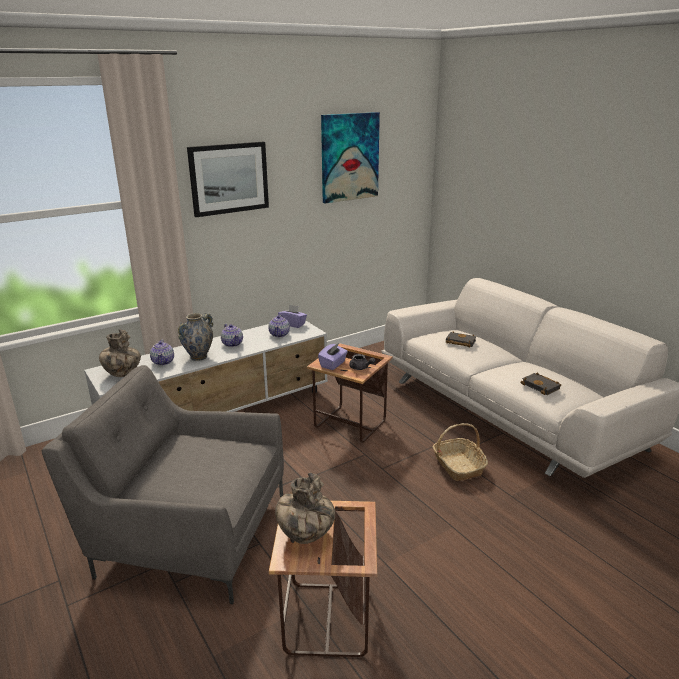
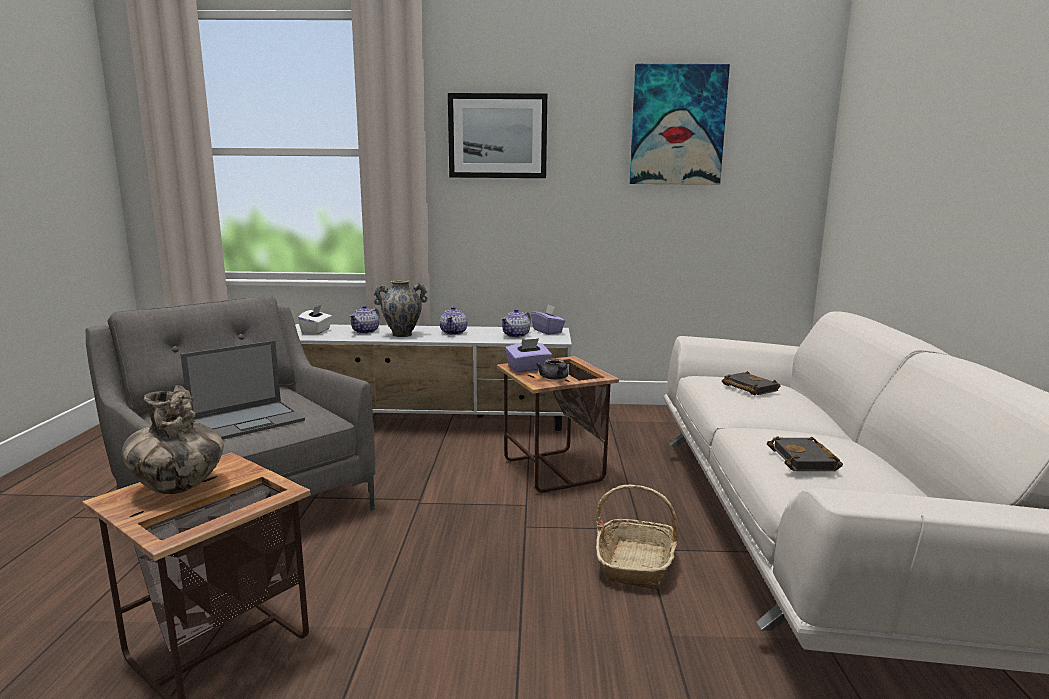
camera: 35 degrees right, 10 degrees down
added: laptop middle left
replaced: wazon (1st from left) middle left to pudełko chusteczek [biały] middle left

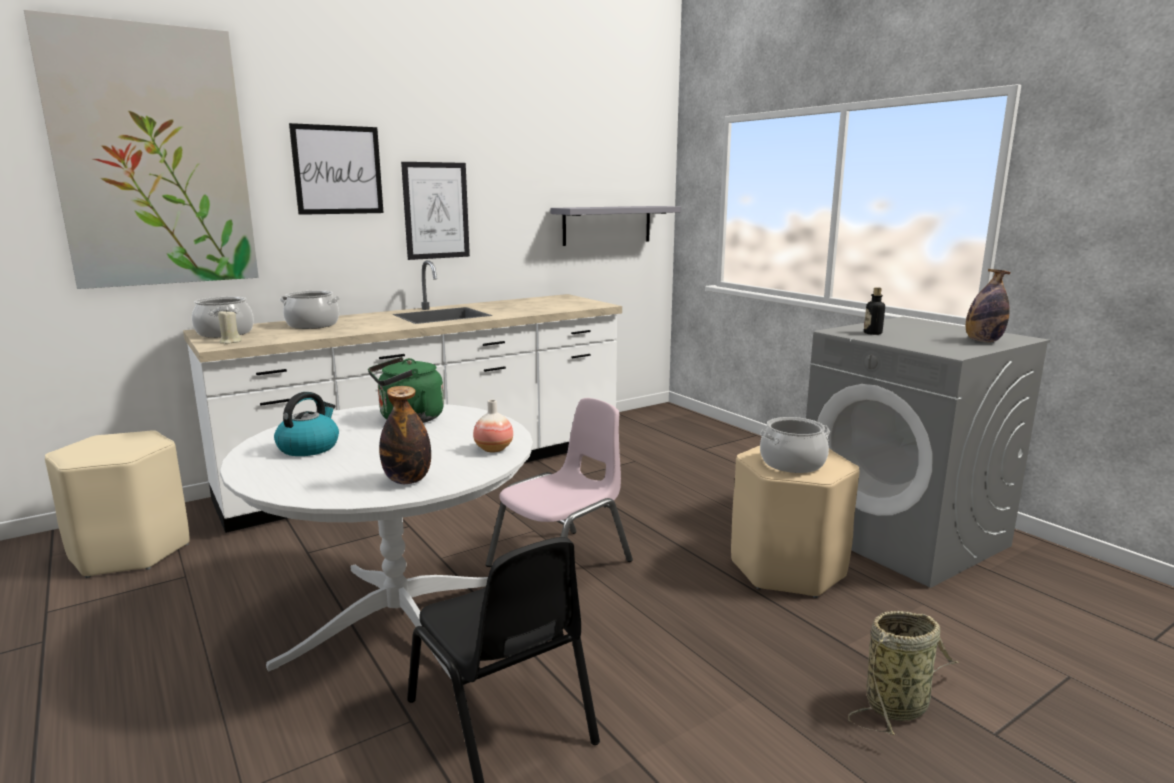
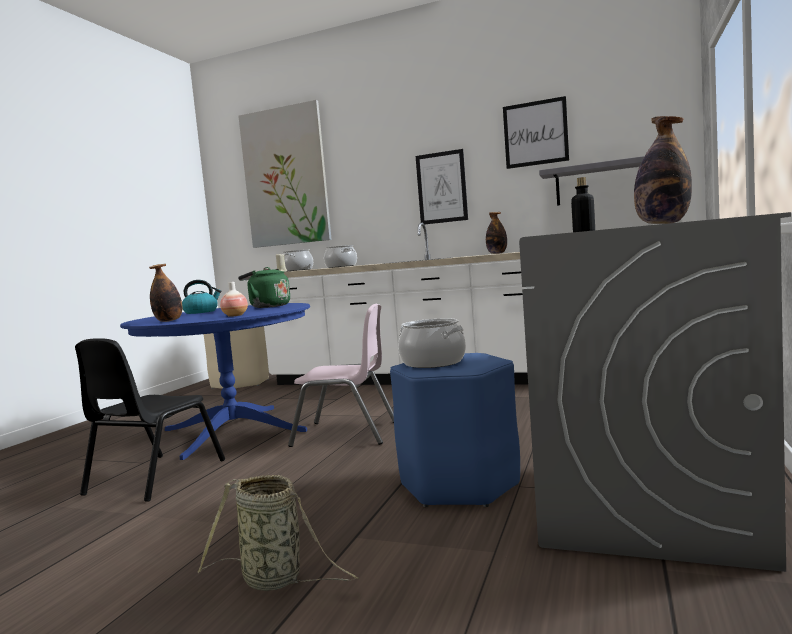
camera: 55 degrees right, 10 degrees down
added: butelka (2nd from left) centre
moved: obraz (2nd from left in the first image) top left to obraz (3rd from left) top right
recoloured: stół jadalny [biały] bottom left to stół jadalny [niebieski] middle left; stołek [beżowy] (2nd from left) bottom right to stołek [niebieski] bottom centre

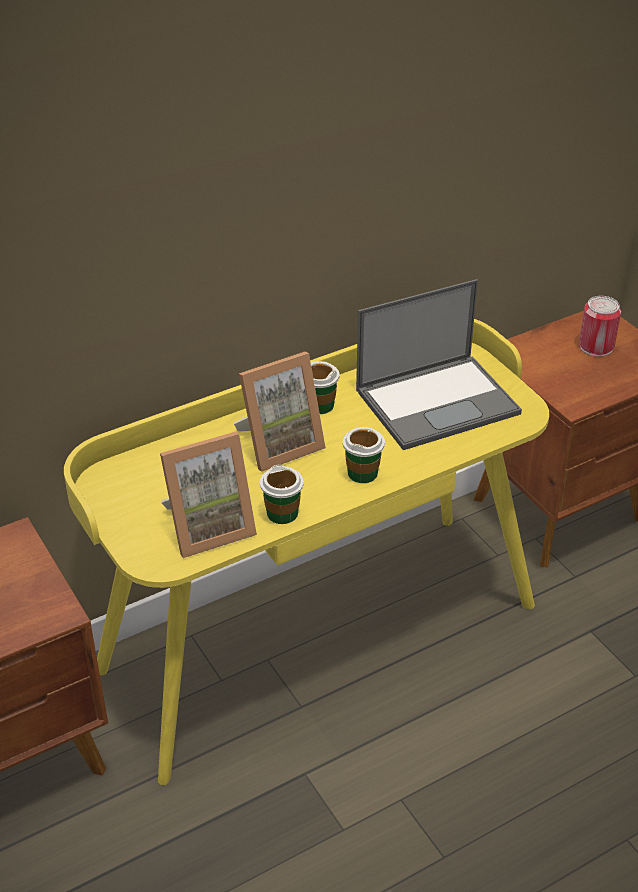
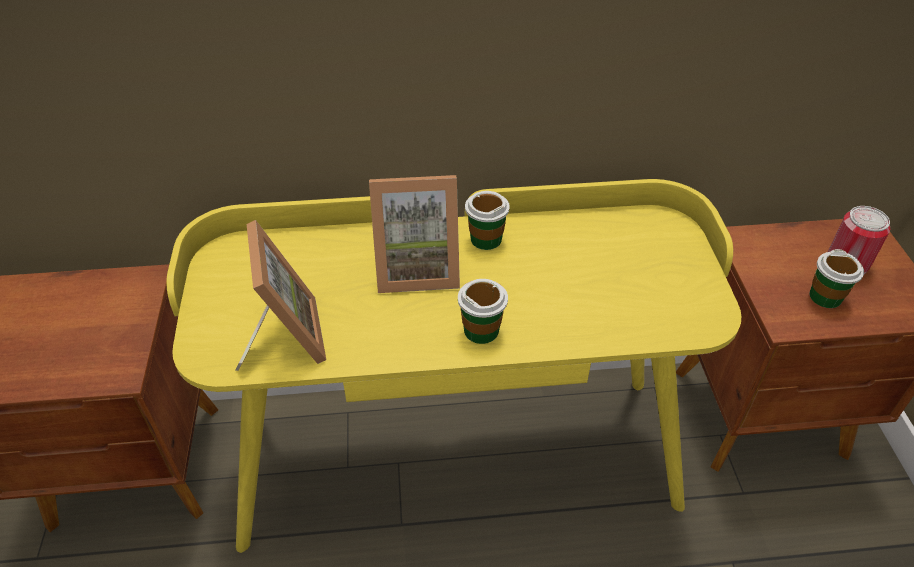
camera: 25 degrees right, 5 degrees up
removed: laptop middle right
moved: filiżanka (1st from left in the first image) centre to filiżanka (3rd from left) middle right
turned: ramka na zdjęcie (1st from left) middle left = middle left 105 degrees counterclockwise

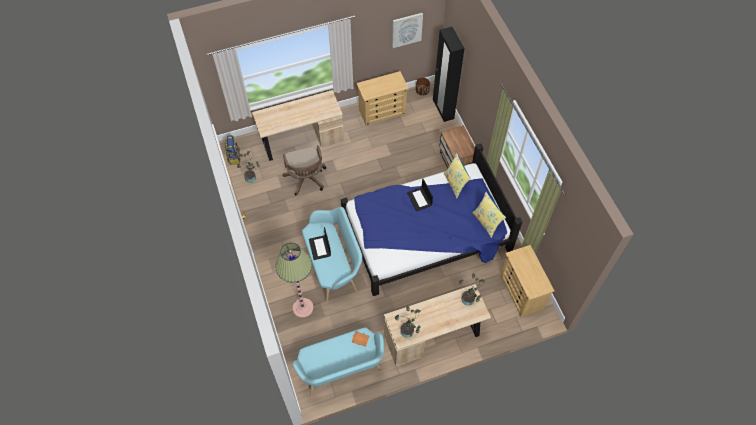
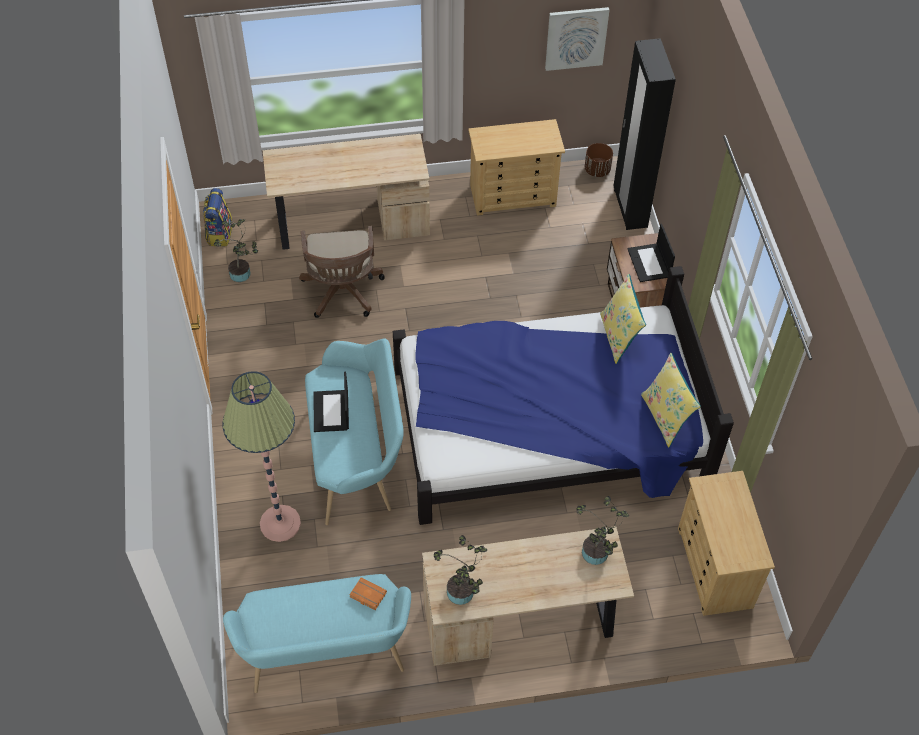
camera: 10 degrees right, 5 degrees down
moved: laptop (2nd from left) centre to middle right

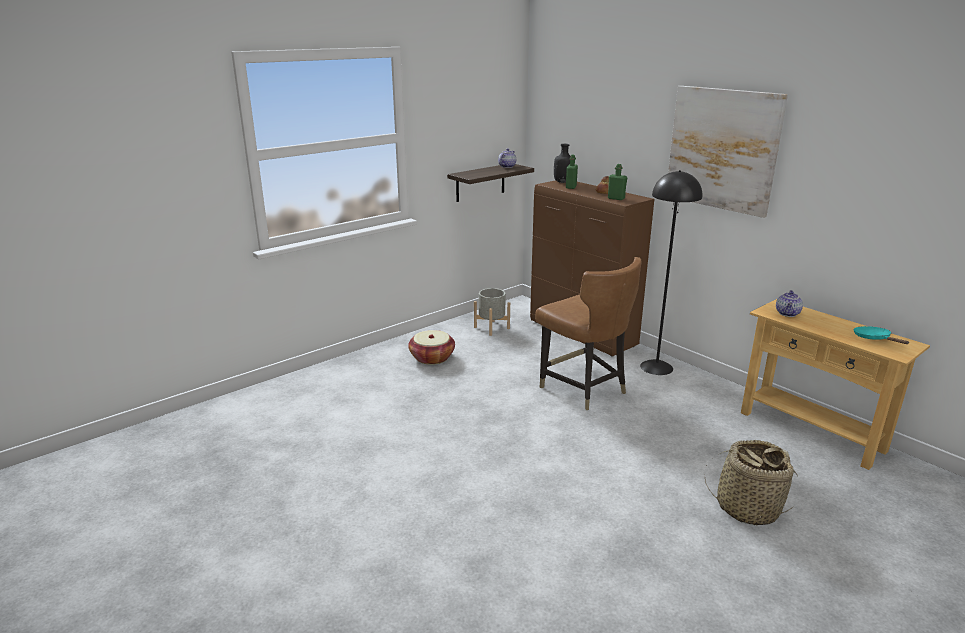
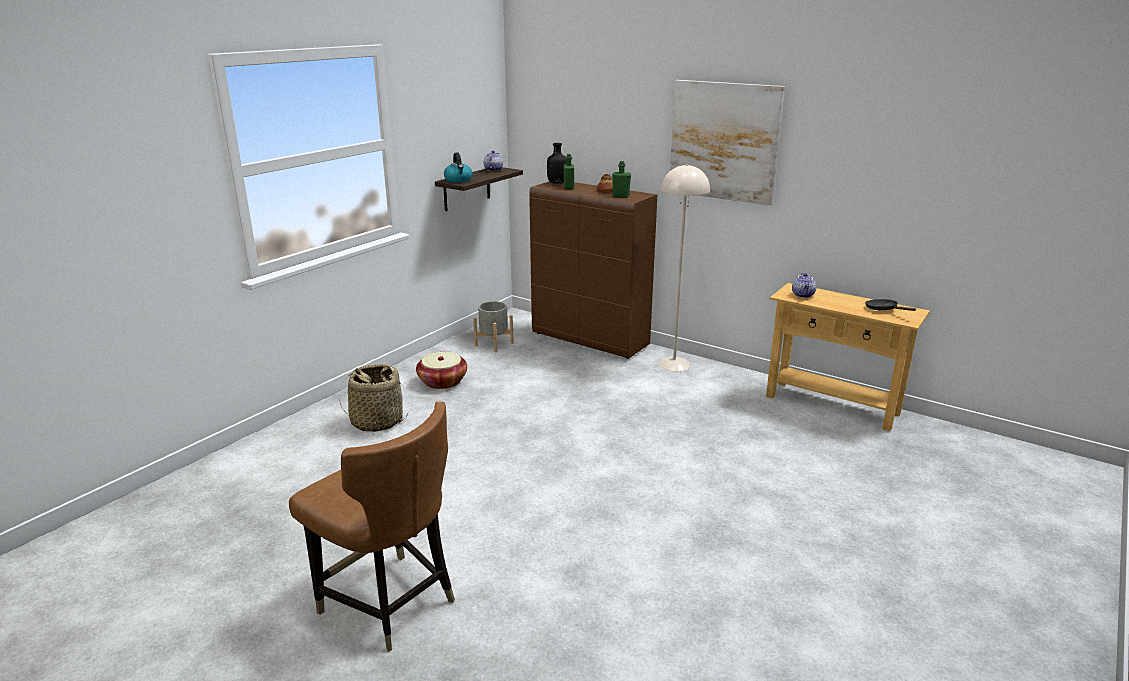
camera: 15 degrees left, 0 degrees up
added: czajnik top centre
moved: krzesło [brązowy] centre to bottom left; koszyk (2nd from left in the first image) bottom right to koszyk (1st from left) middle left
recoloured: lampa stojąca [czarny] middle right to lampa stojąca [beżowy] centre; patelnia [turkusowy] middle right to patelnia [czarny] middle right

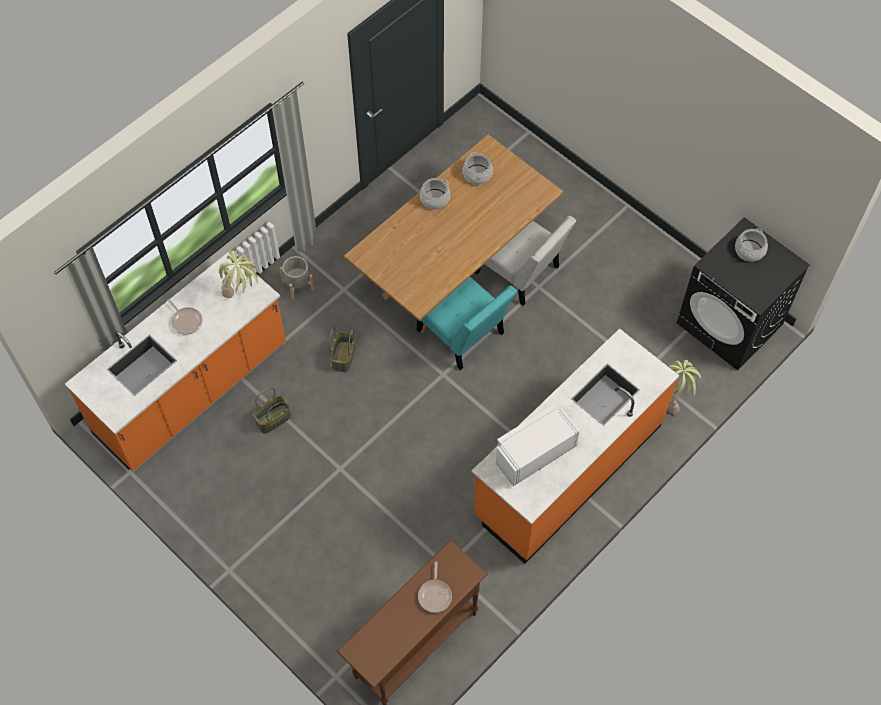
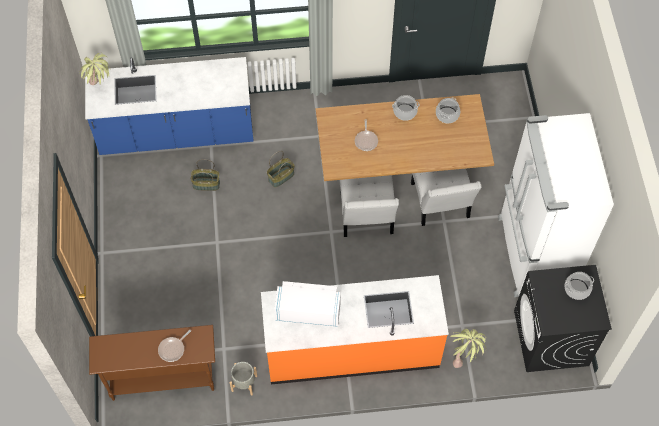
camera: 40 degrees right, 0 degrees up
added: lodówka [biały] middle right
moved: roślina doniczkowa (1st from left) middle left to top left; donica [szary] centre to bottom centre; patelnia (1st from left in the first image) middle left to patelnia (2nd from left) top centre
recoloured: zabudowa kuchenna [pomarańczowy] (1st from left) middle left to zabudowa kuchenna [niebieski] top left; krzesło [turkusowy] centre to krzesło [biały] (1st from left) centre

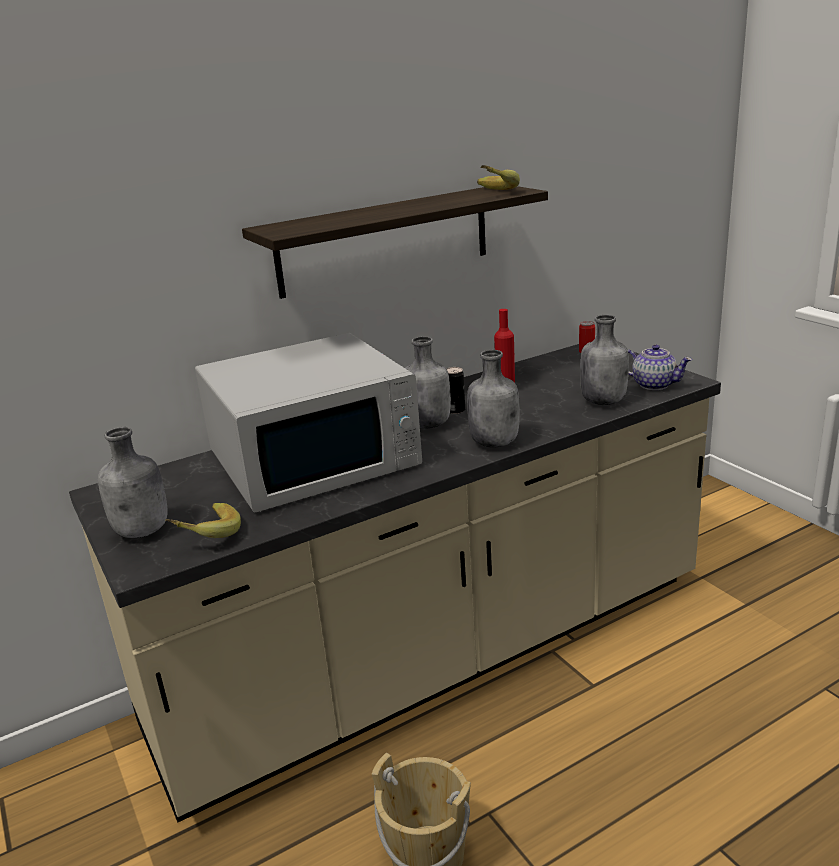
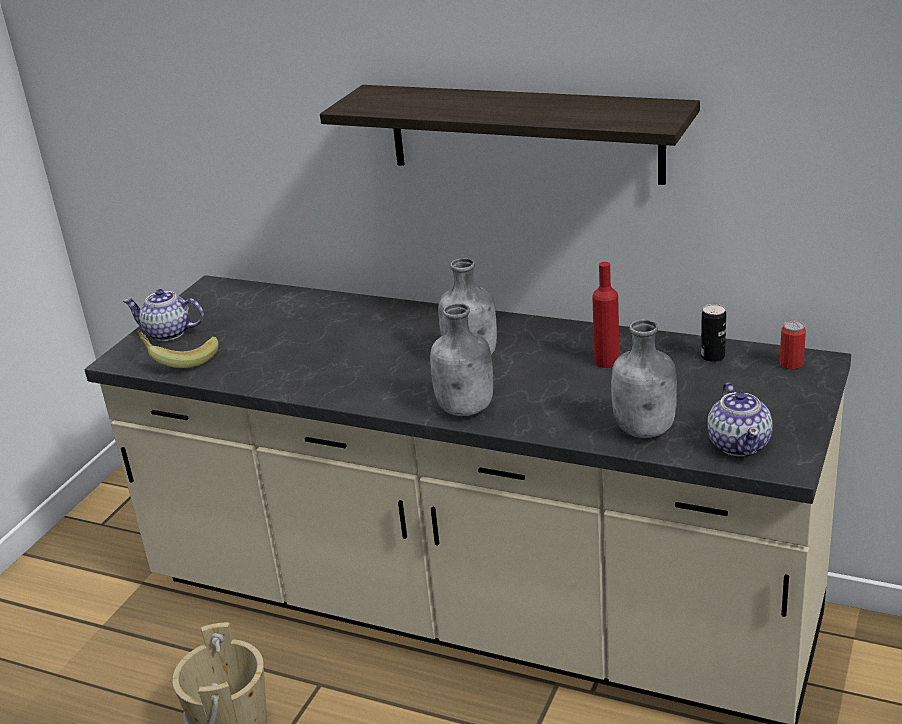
camera: 55 degrees right, 5 degrees up
removed: mikrofalówka [biały] centre; banan (2nd from left) top centre
moved: puszka (1st from left) centre to middle right
replaced: butelka [szary] (1st from left) middle left to imbryk (1st from left) middle left

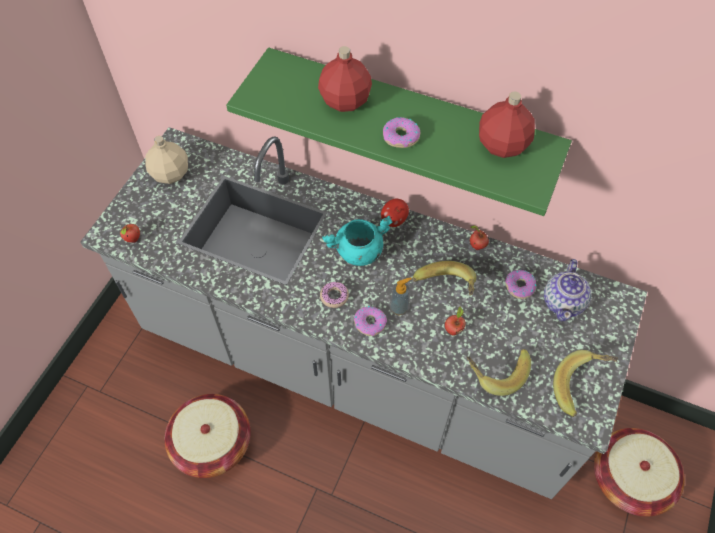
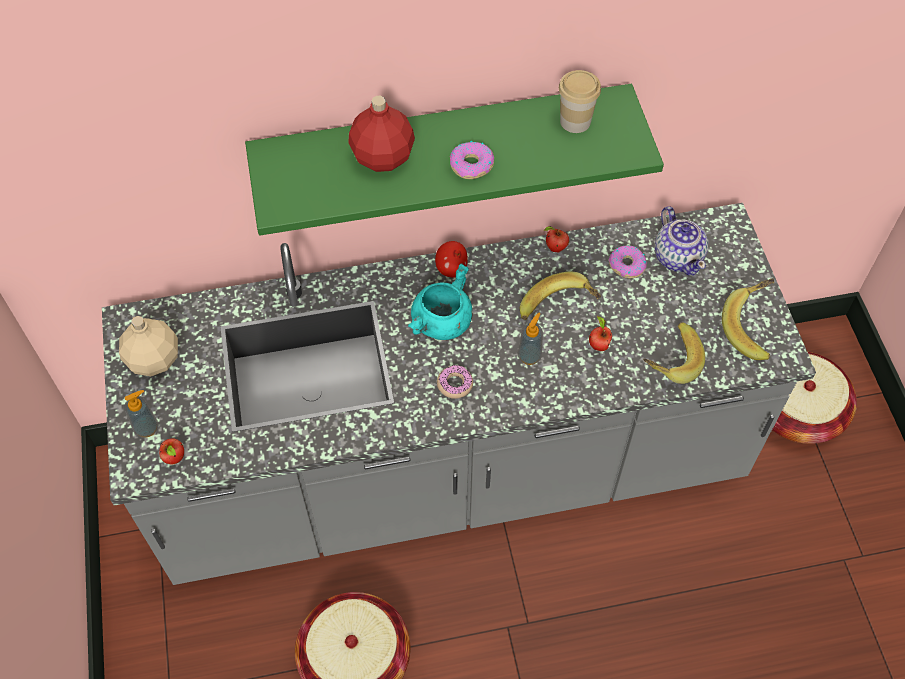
camera: 35 degrees left, 0 degrees up
removed: donut (2nd from left) centre
added: dozownik mydła (1st from left) middle left
replaced: butelka [czerwony] (2nd from left) top right to filiżanka top centre

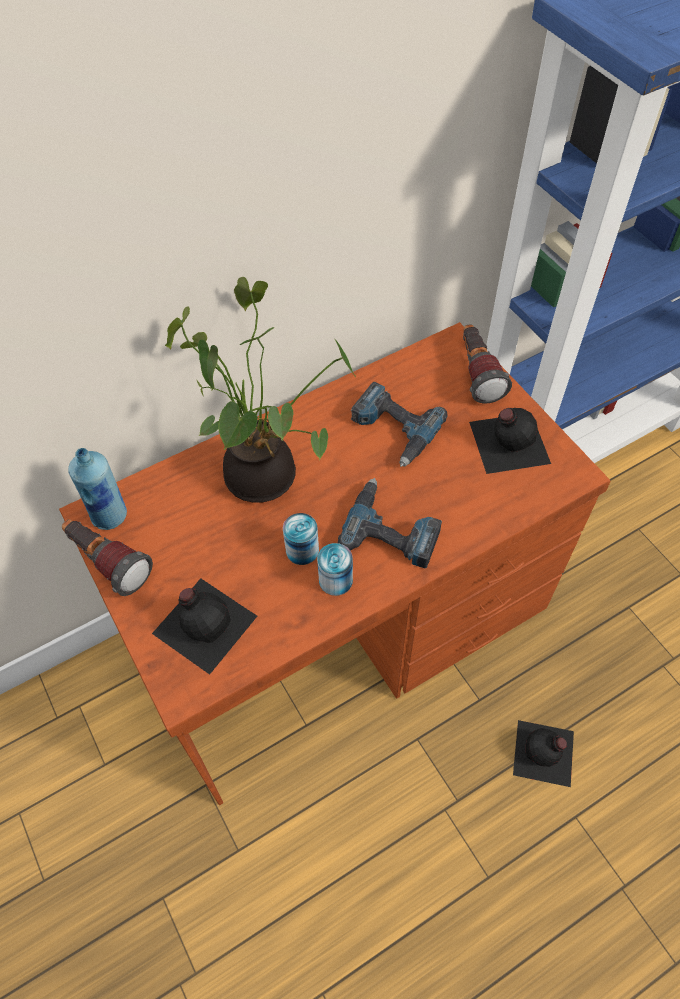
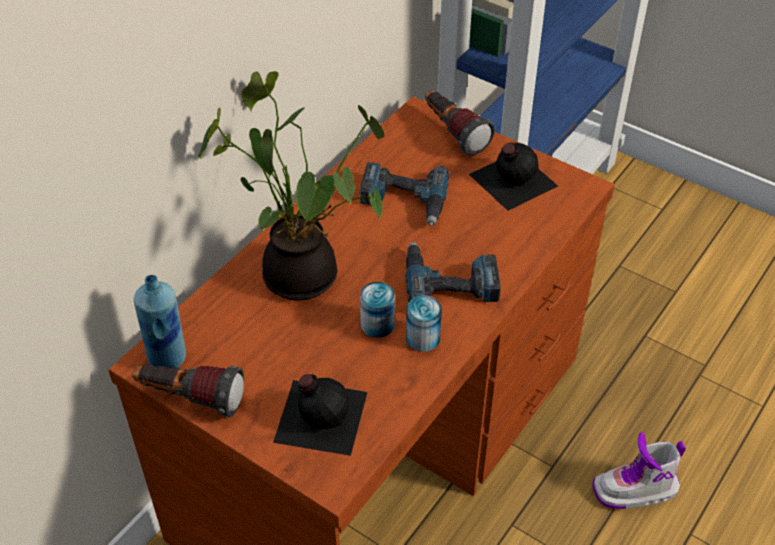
camera: 25 degrees left, 10 degrees down
replaced: butelka [czarny] (3rd from left) bottom right to but z cholewką bottom right

